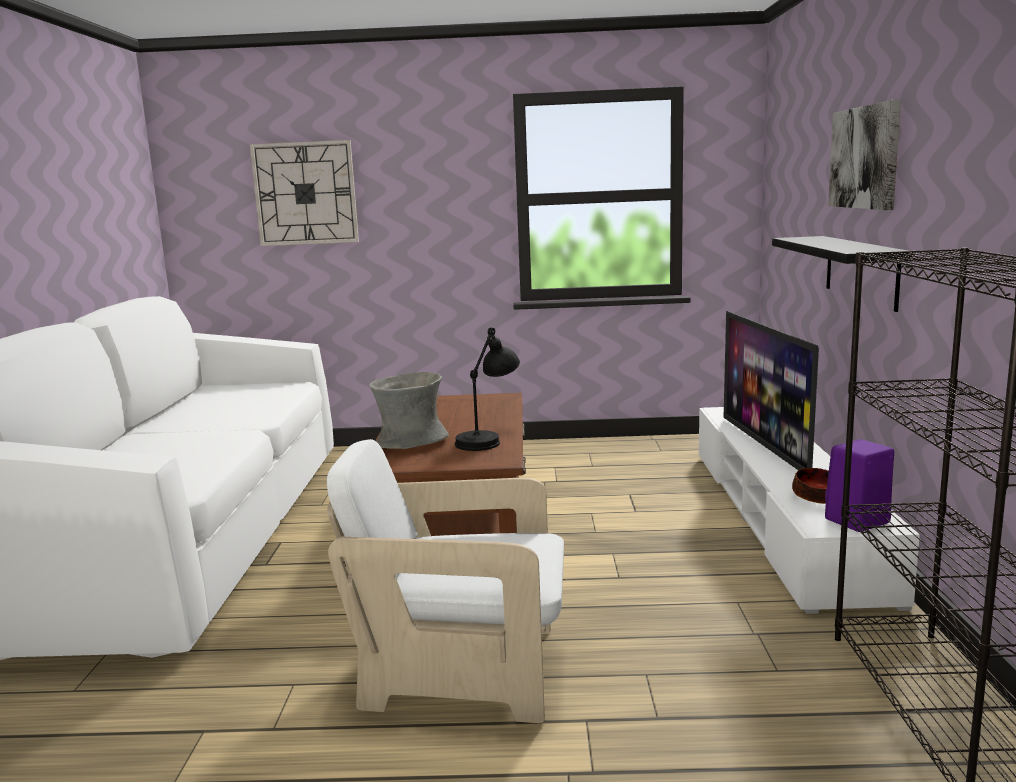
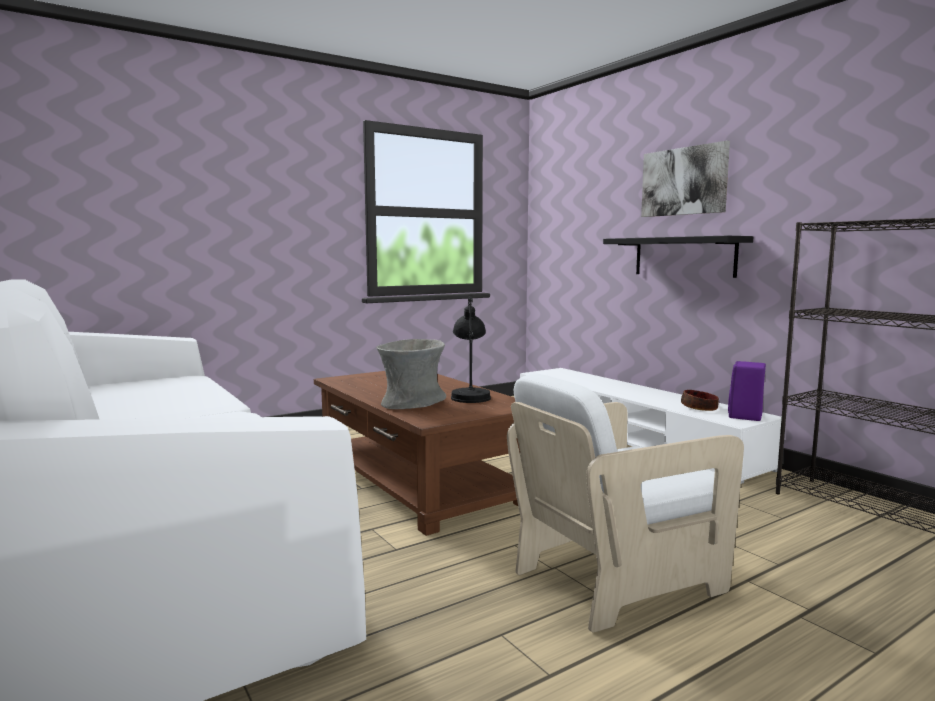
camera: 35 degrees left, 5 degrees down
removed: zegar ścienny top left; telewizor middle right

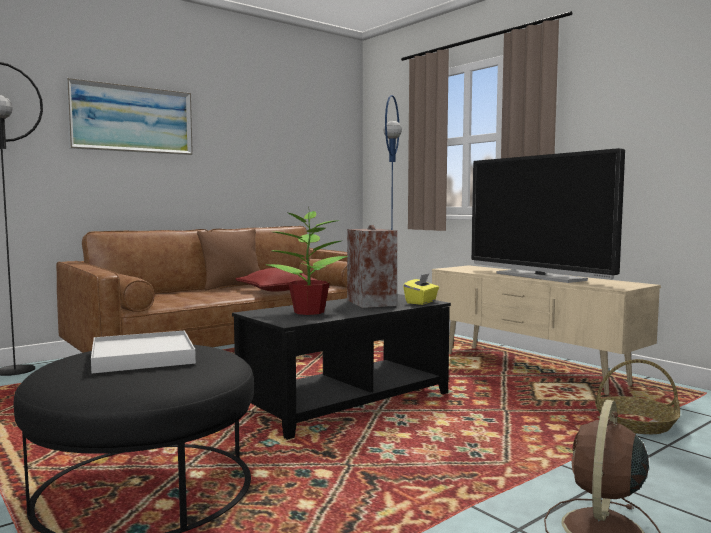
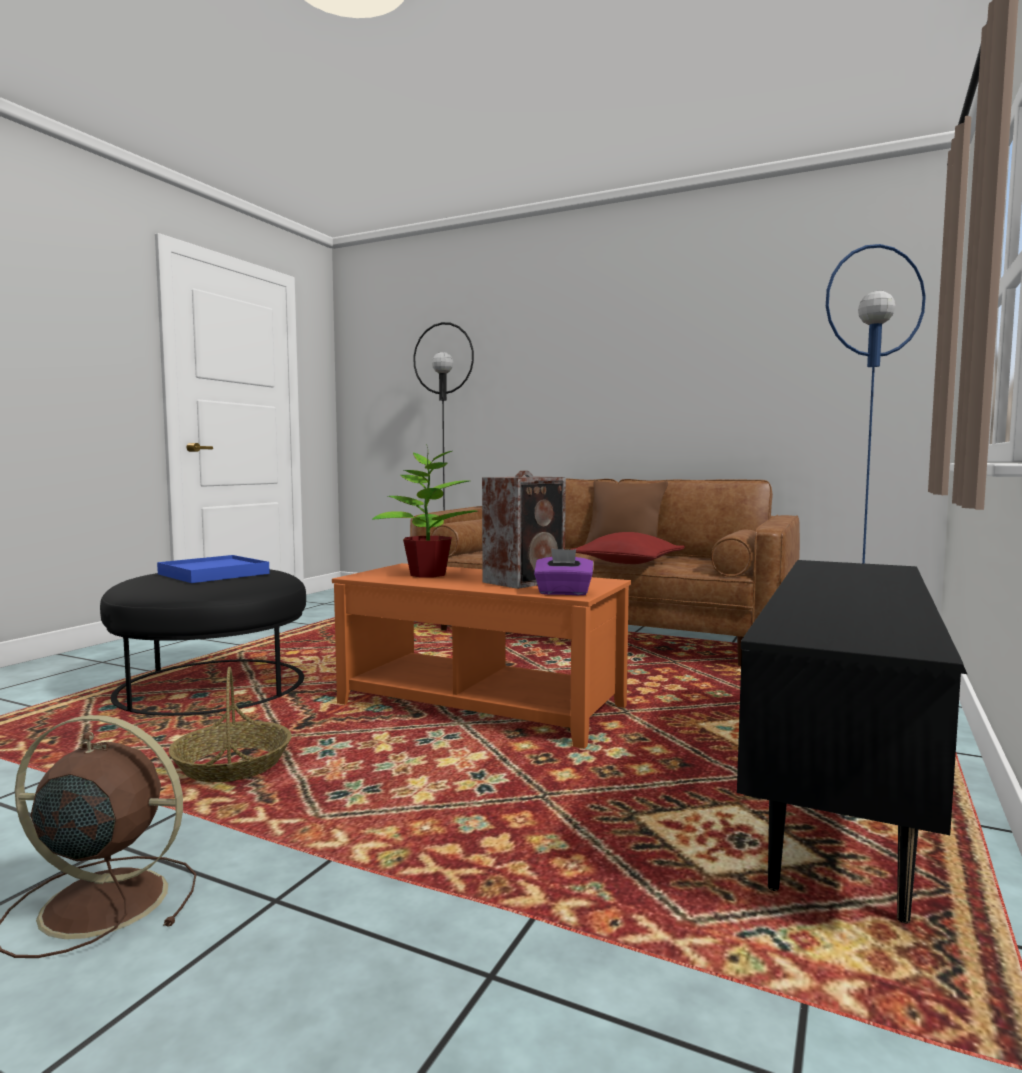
camera: 65 degrees right, 0 degrees up
removed: obraz top left; telewizor middle right
moved: koszyk bottom right to bottom left
recoloured: taca [biały] middle left to taca [niebieski] middle left; ława [czarny] bottom centre to ława [pomarańczowy] centre; pudełko chusteczek [żółty] centre to pudełko chusteczek [fioletowy] centre; szafka pod telewizor [beżowy] middle right to szafka pod telewizor [czarny] bottom right

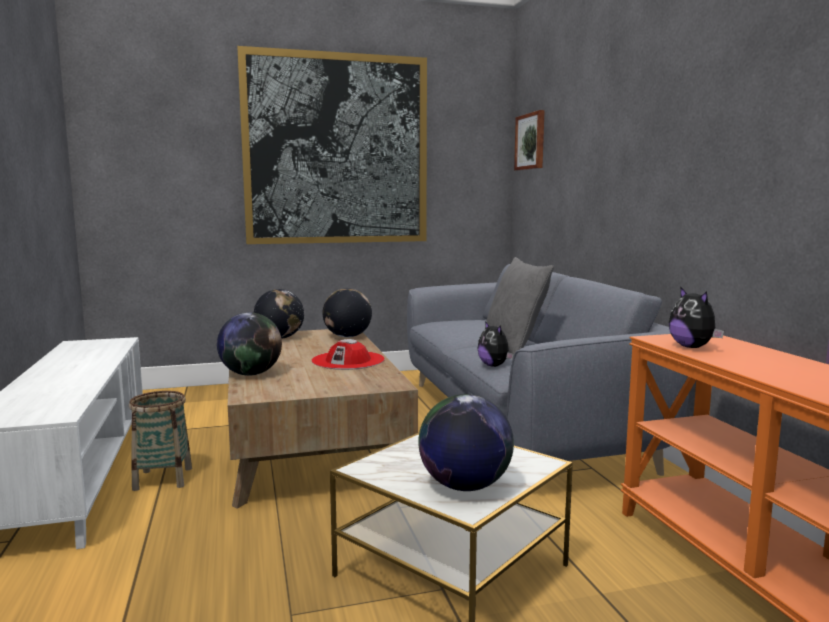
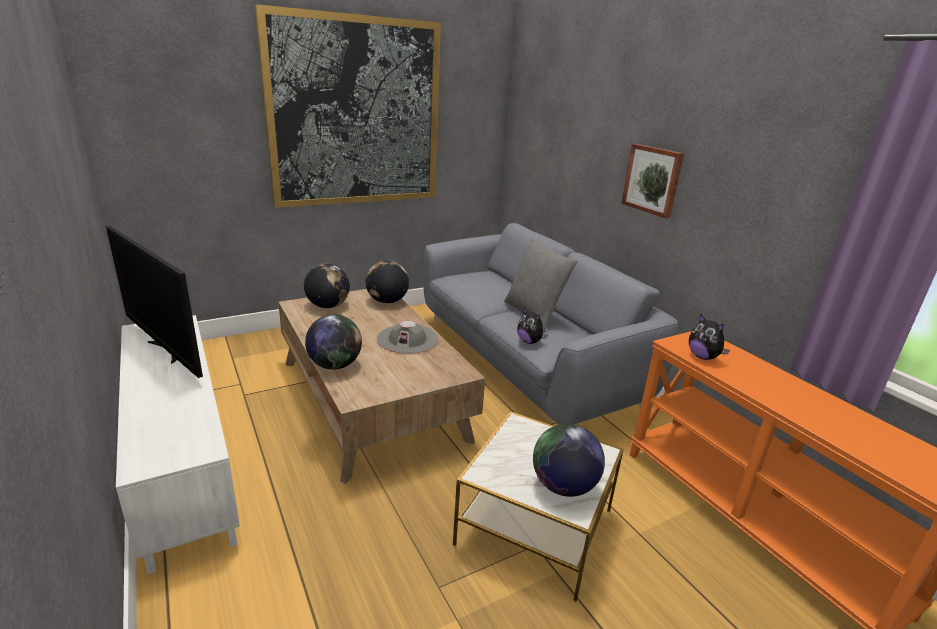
camera: 15 degrees left, 15 degrees up
removed: koszyk bottom left
added: telewizor middle left
moved: obraz (2nd from left) top centre to top right
recoloured: kapelusz [czerwony] centre to kapelusz [szary] centre

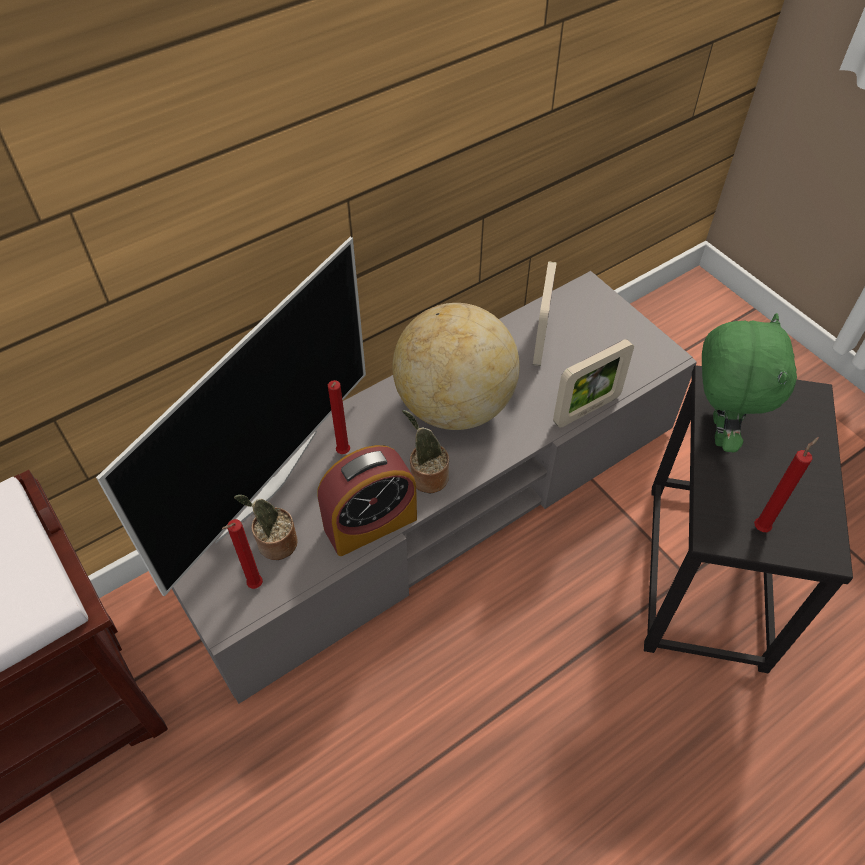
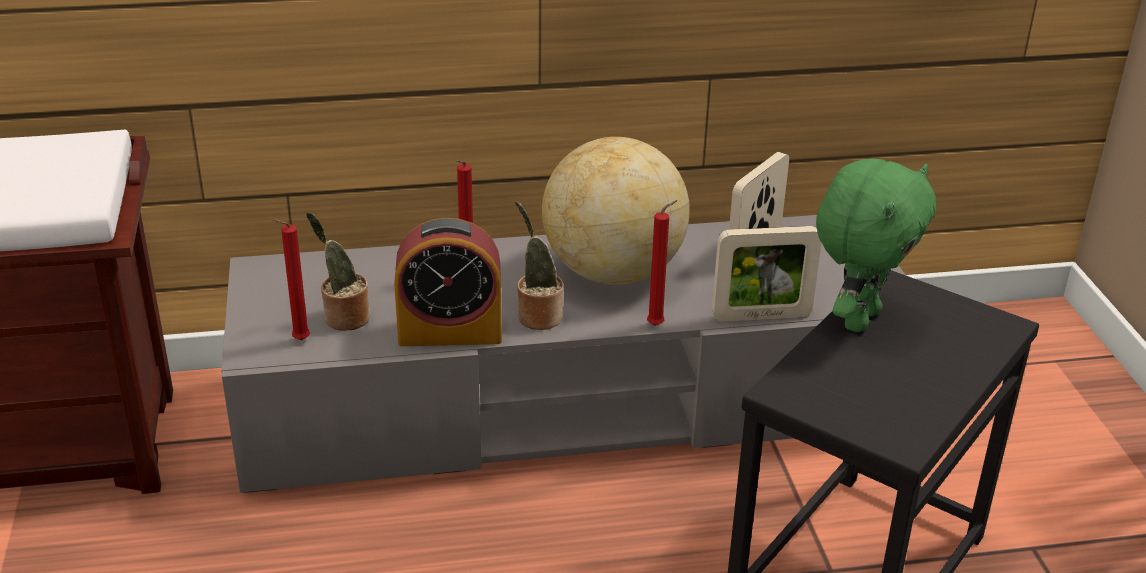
camera: 25 degrees right, 20 degrees down
removed: telewizor middle left
moved: świeca [czerwony] (3rd from left) middle right to centre

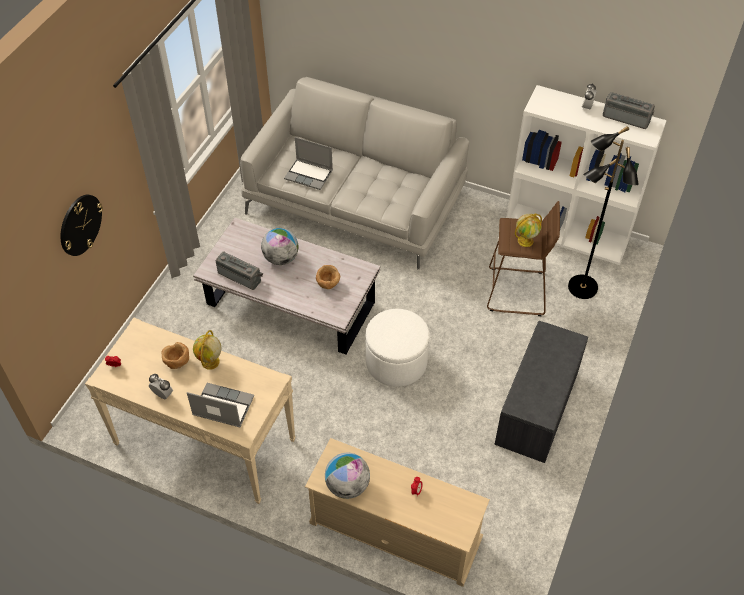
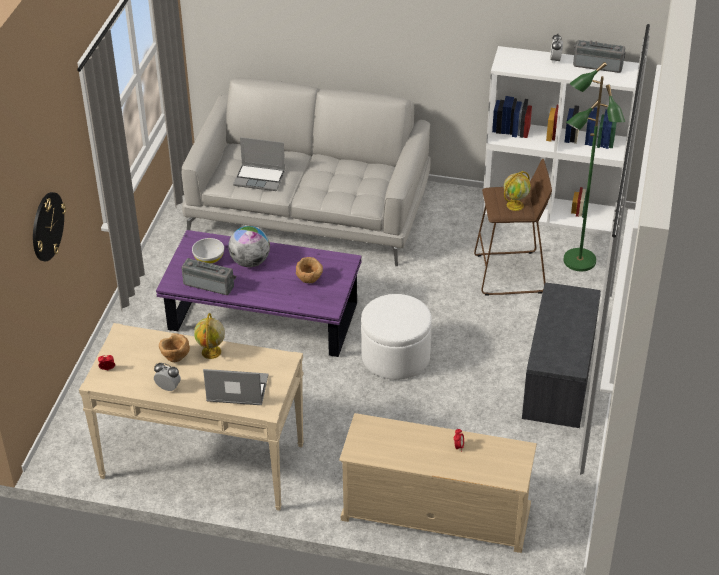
camera: 10 degrees left, 10 degrees down
removed: globus (3rd from left) bottom centre
added: miska [biały] middle left
recoloured: ława [biały] centre to ława [fioletowy] centre; lampa stojąca [czarny] middle right to lampa stojąca [zielony] top right

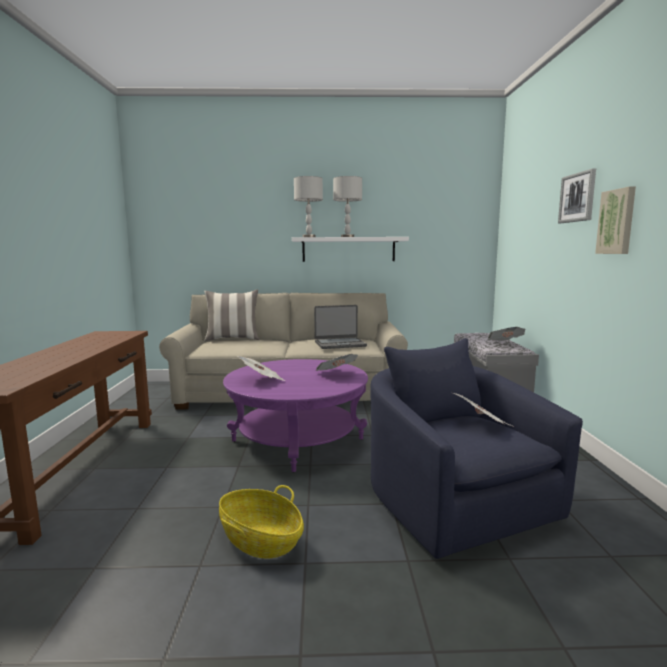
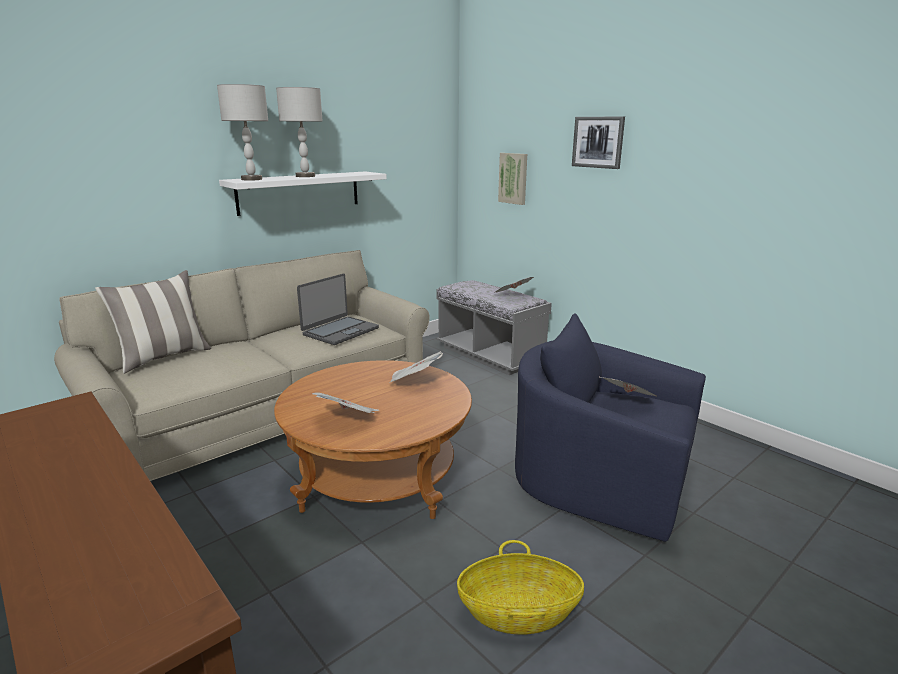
camera: 40 degrees left, 10 degrees up
moved: obraz (2nd from left in the first image) top right to obraz (1st from left) top centre
recoloured: ława [fioletowy] centre to ława [brązowy] centre

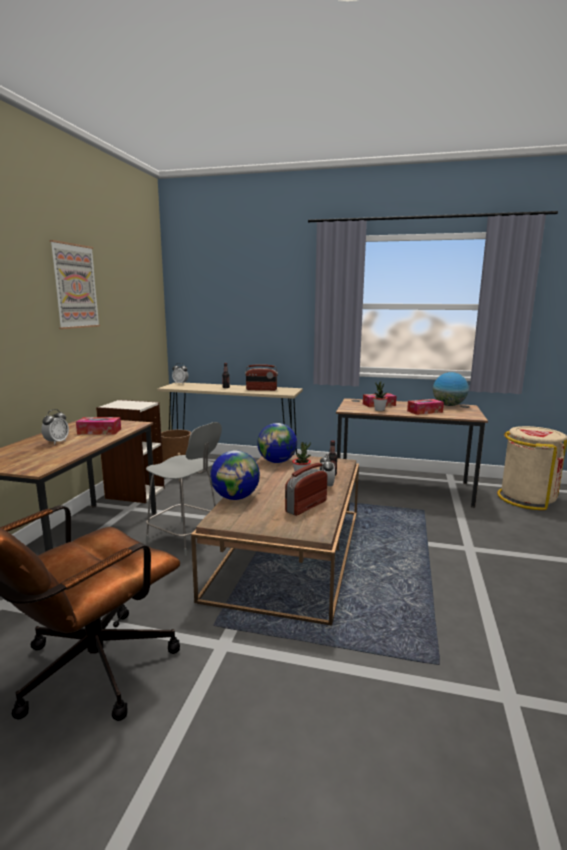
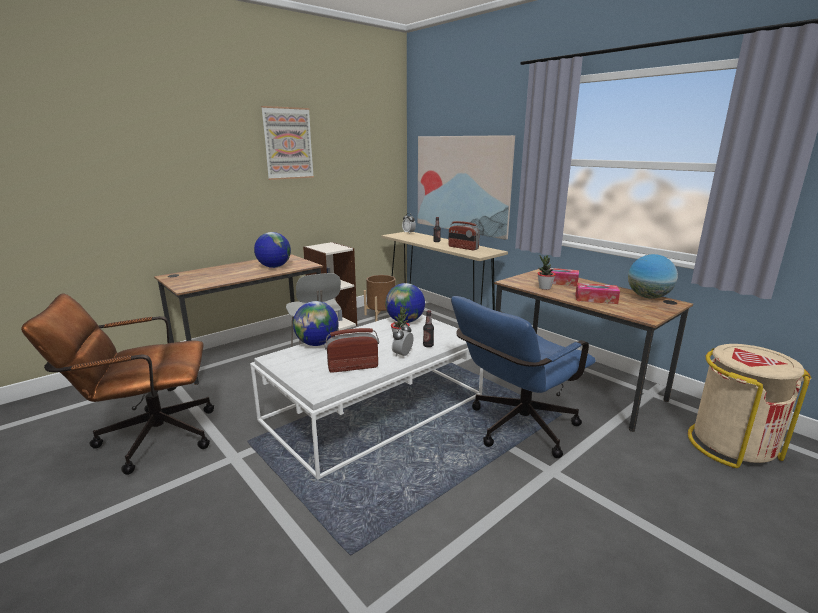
camera: 35 degrees right, 5 degrees up
removed: budzik (1st from left) middle left
added: obraz (2nd from left) top centre; krzesło biurowe [niebieski] centre
replaced: pudełko chusteczek (1st from left) middle left to globus (1st from left) middle left
recoloured: ława [brązowy] centre to ława [biały] centre

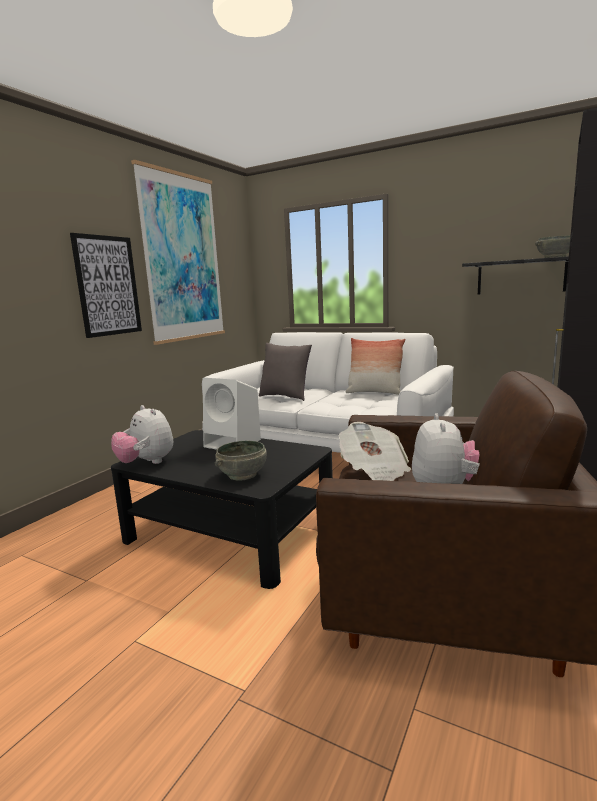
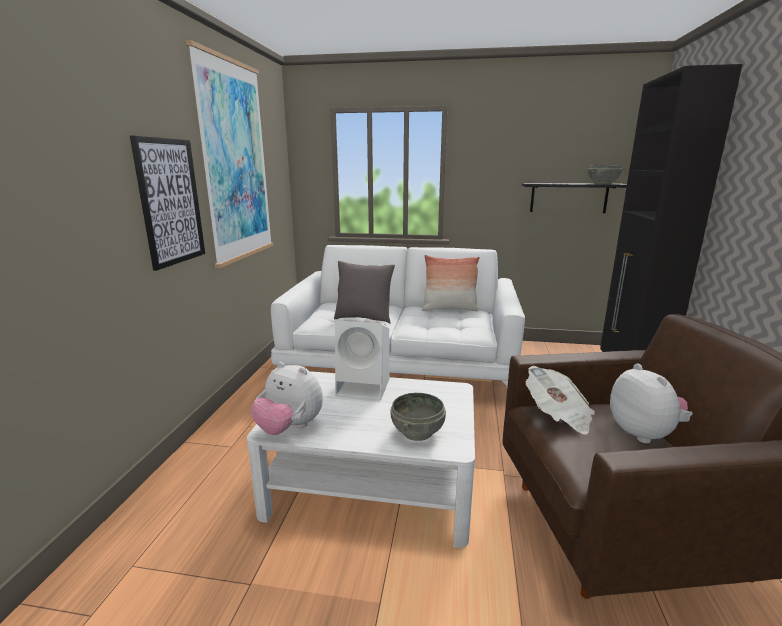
camera: 20 degrees left, 5 degrees up
recoloured: ława [czarny] centre to ława [biały] bottom centre

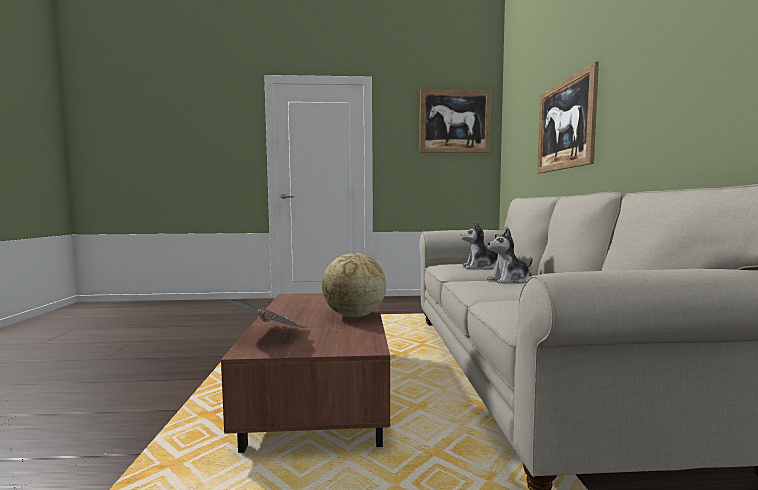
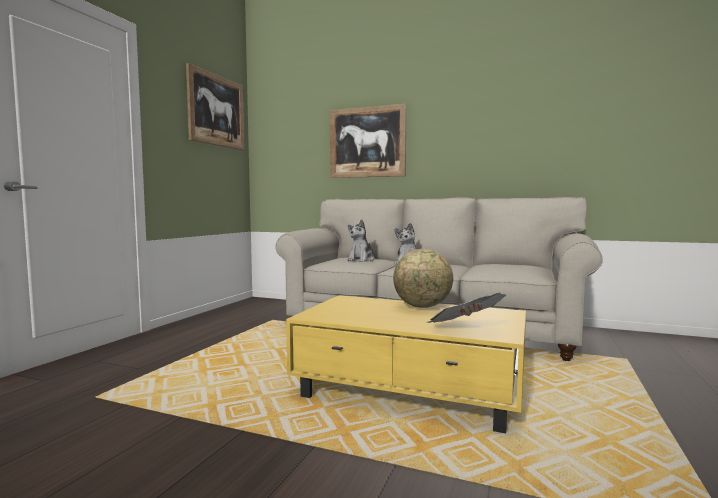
camera: 65 degrees left, 0 degrees up
recoloured: ława [brązowy] bottom centre to ława [żółty] bottom centre

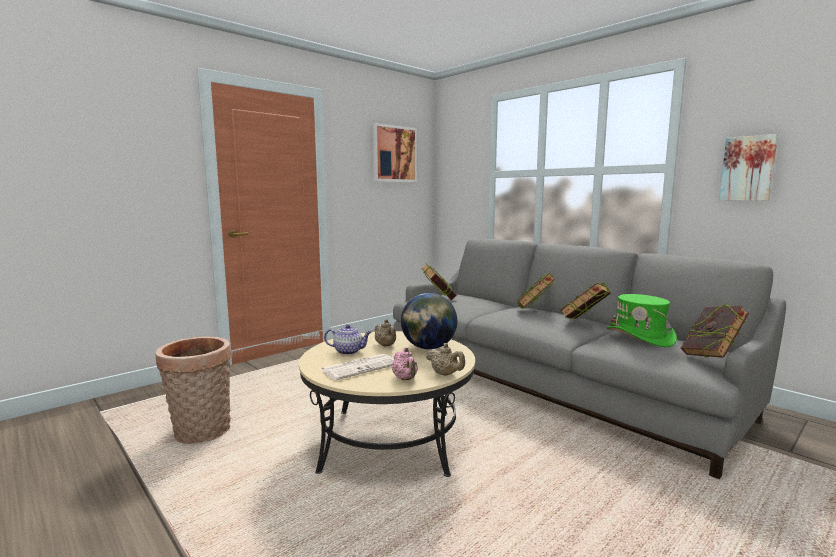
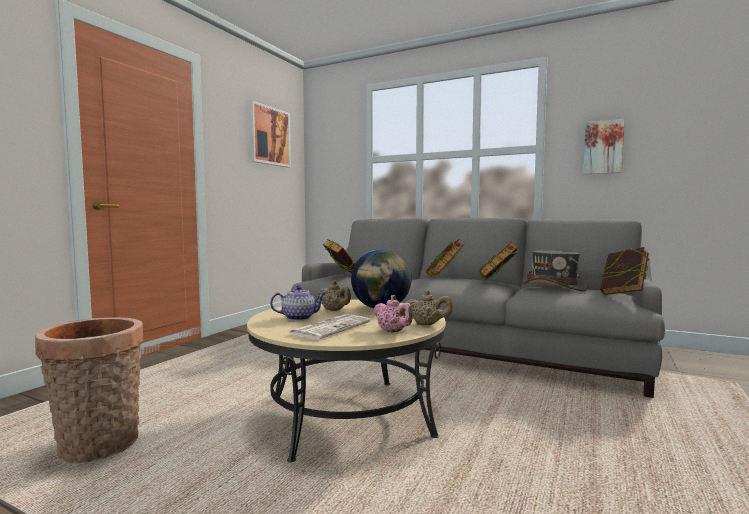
camera: 20 degrees left, 5 degrees down
recoloured: kapelusz [zielony] middle right to kapelusz [szary] middle right

